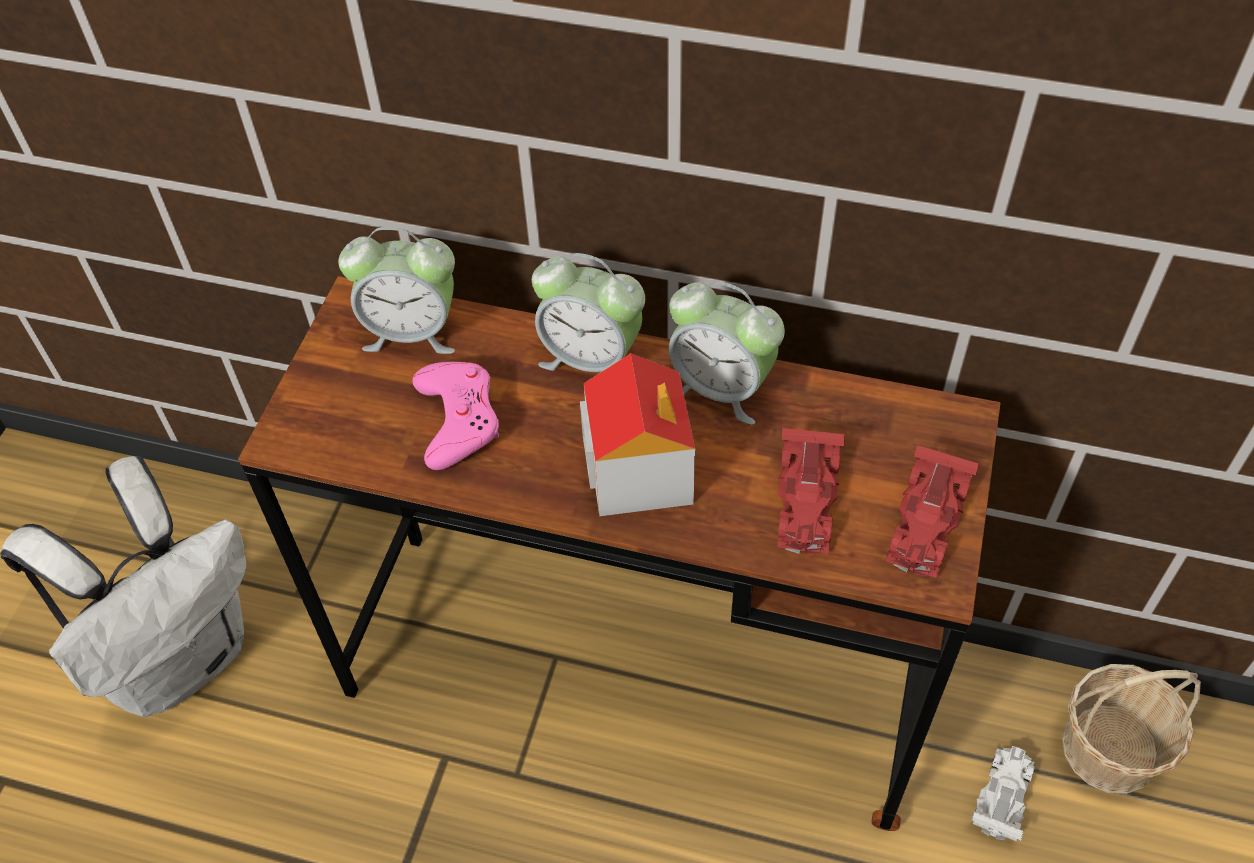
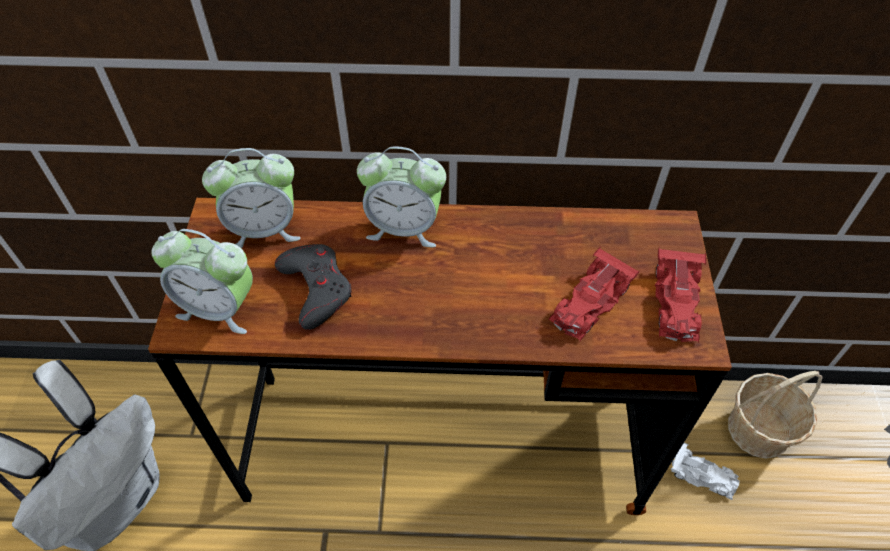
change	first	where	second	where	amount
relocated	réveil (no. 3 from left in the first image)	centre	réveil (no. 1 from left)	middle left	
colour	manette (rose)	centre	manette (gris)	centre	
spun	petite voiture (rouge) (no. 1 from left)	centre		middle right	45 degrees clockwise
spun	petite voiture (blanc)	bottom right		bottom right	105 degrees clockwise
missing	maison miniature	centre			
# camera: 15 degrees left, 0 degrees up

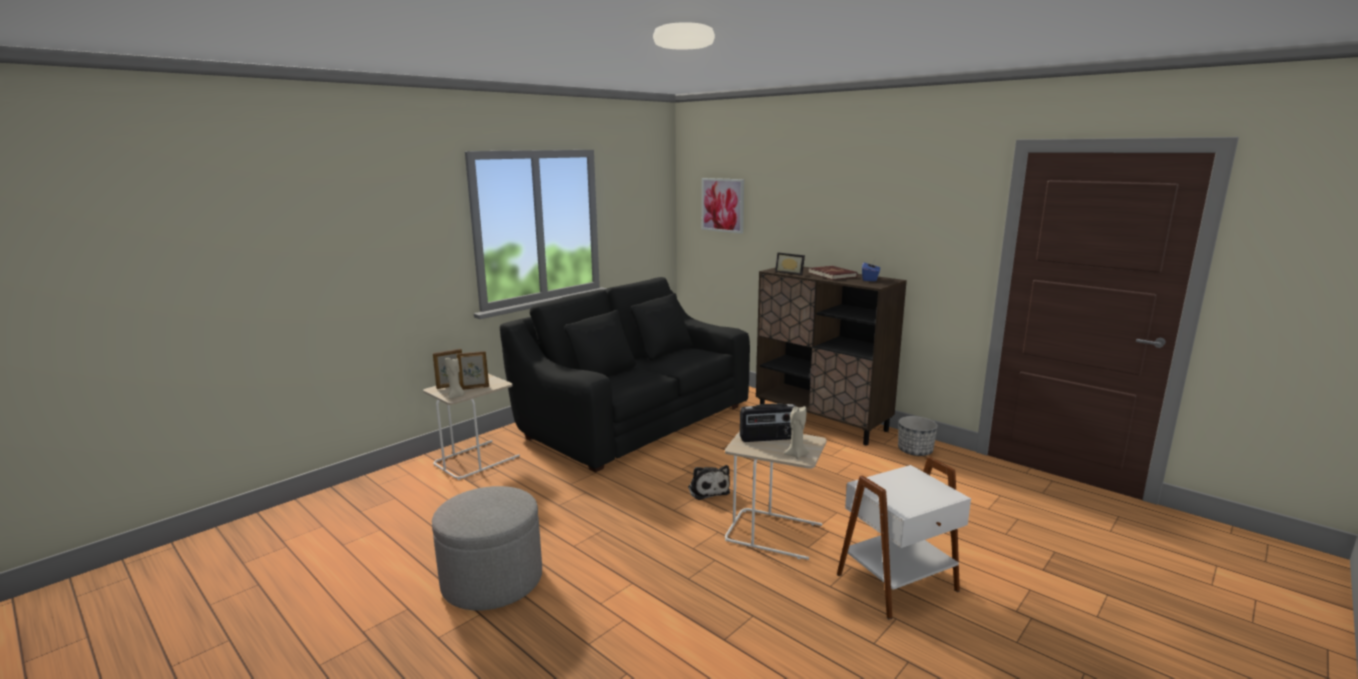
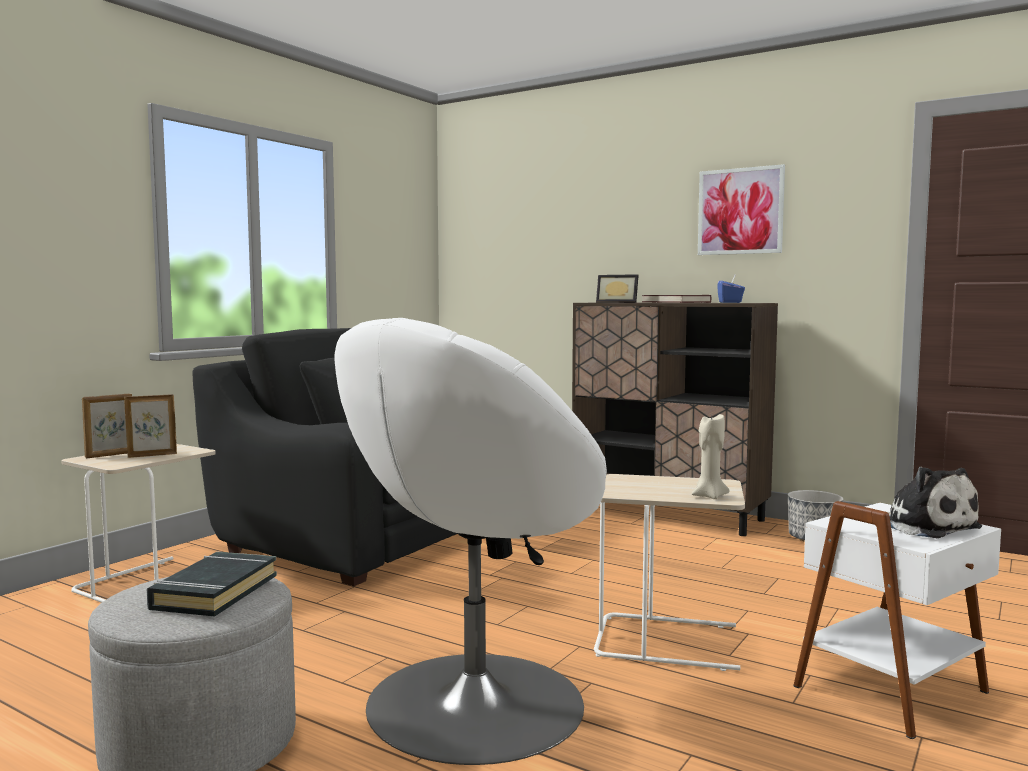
change	first	where	second	where	amount
appeared			livre (noir)	bottom left	
appeared			fauteuil (blanc)	bottom centre	
relocated	tableau	top centre		top right	
relocated	peluche	bottom centre		middle right	
missing	bougie (beige) (no. 1 from left)	centre			
missing	radio	centre			
# camera: 10 degrees left, 10 degrees down

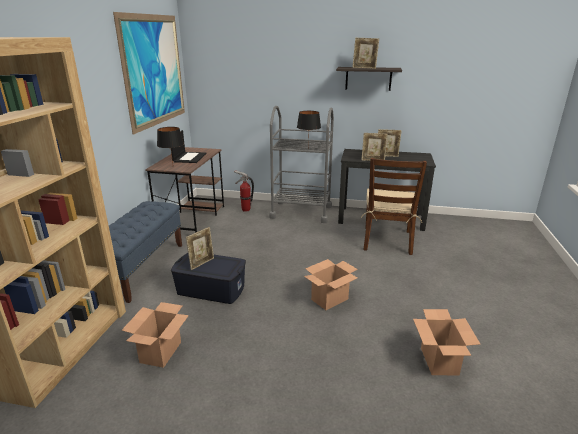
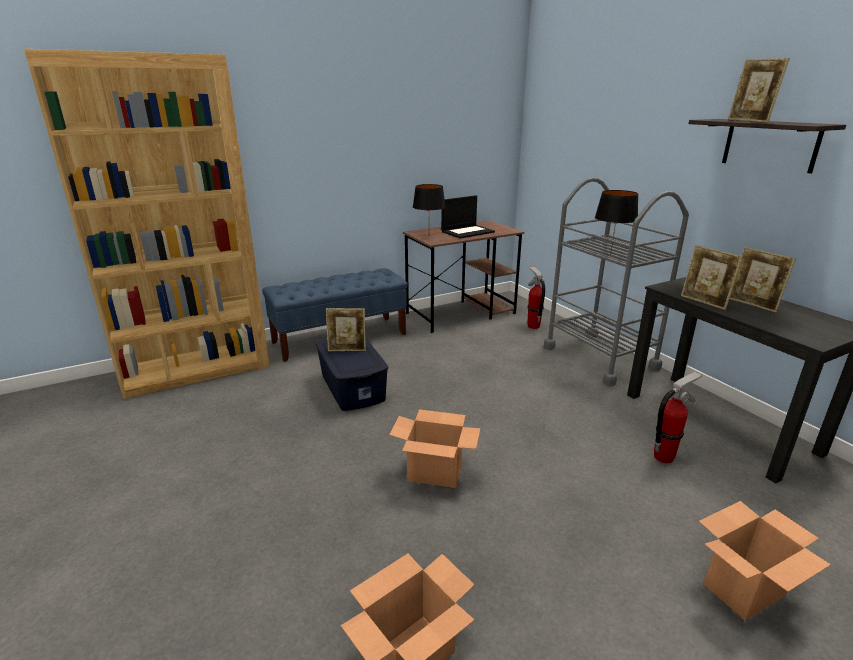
change	first	where	second	where	amount
exchanged	chaise (marron)	middle right	extincteur (no. 2 from left)	middle right	
relocated	carton (no. 1 from left in the first image)	bottom left	carton (no. 3 from left)	bottom right	
missing	tableau	top left			
# camera: 50 degrees right, 0 degrees up

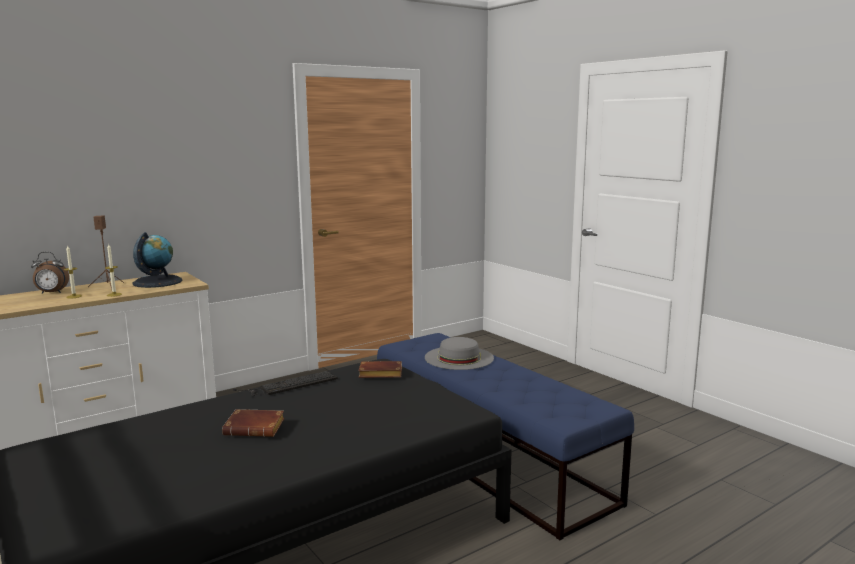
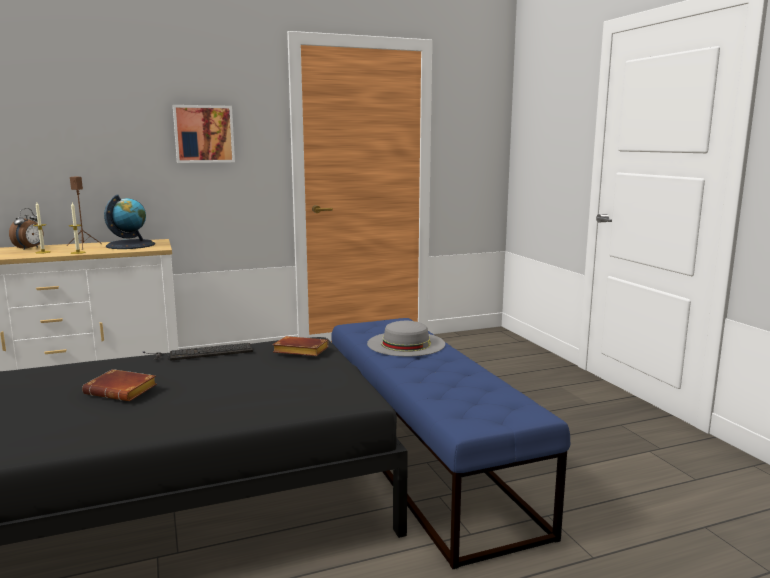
change	first	where	second	where	amount
spun	réveil	middle left		middle left	75 degrees counterclockwise
appeared			tableau	top left	
# camera: 15 degrees right, 0 degrees up

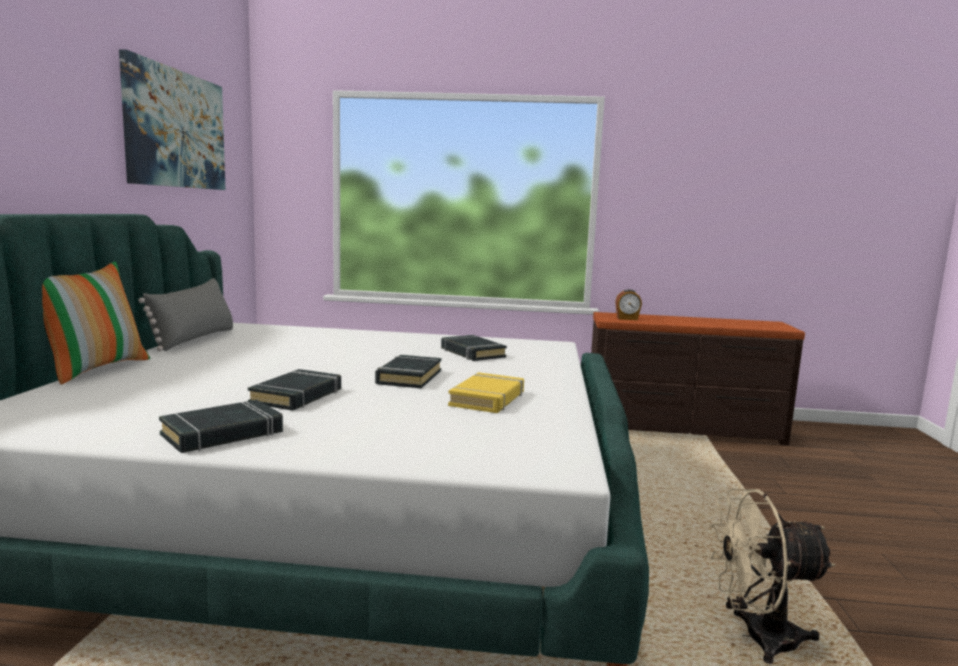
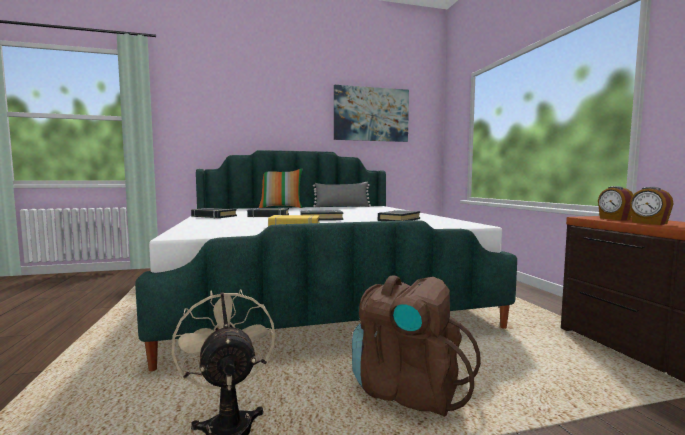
change	first	where	second	where	amount
appeared			sac à dos (marron)	bottom centre	
appeared			réveil (no. 2 from left)	middle right	
# camera: 70 degrees right, 5 degrees down

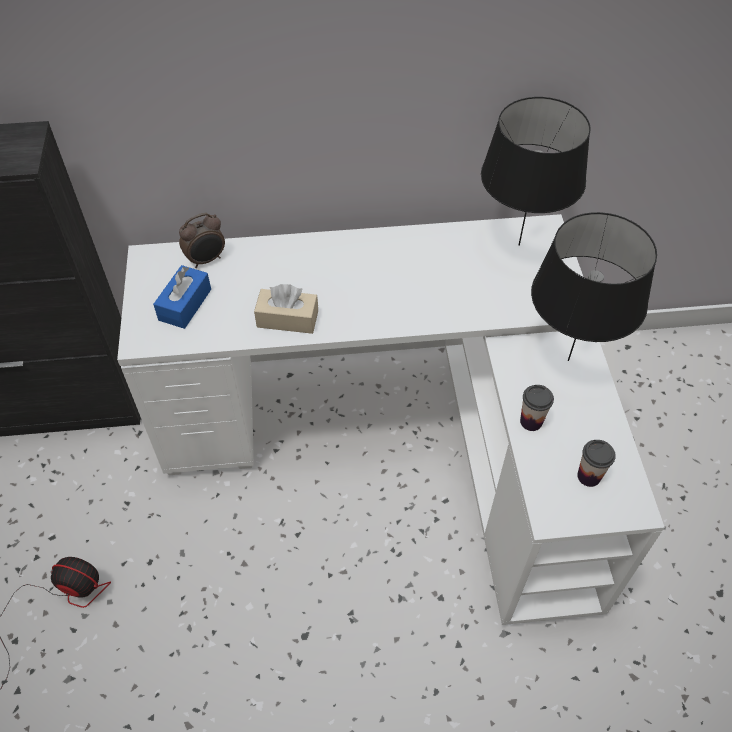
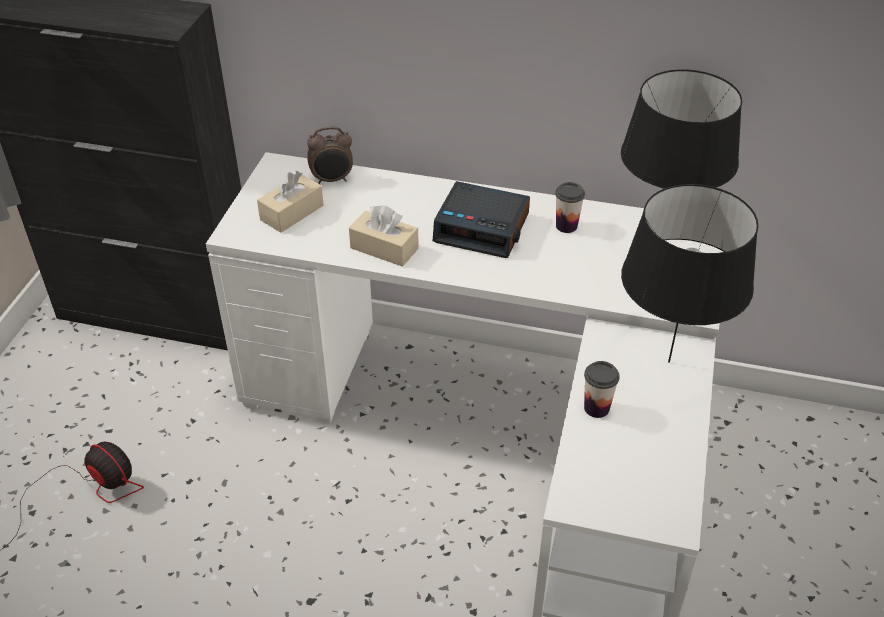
change	first	where	second	where	amount
colour	boîte à mouchoirs (bleu)	middle left	boîte à mouchoirs (beige) (no. 1 from left)	top left	
appeared			réveil (no. 2 from left)	centre	
relocated	tasse (no. 2 from left in the first image)	middle right	tasse (no. 1 from left)	centre	
# camera: 20 degrees right, 10 degrees down

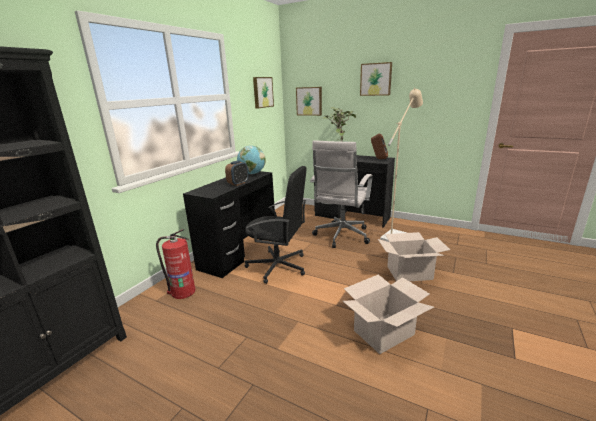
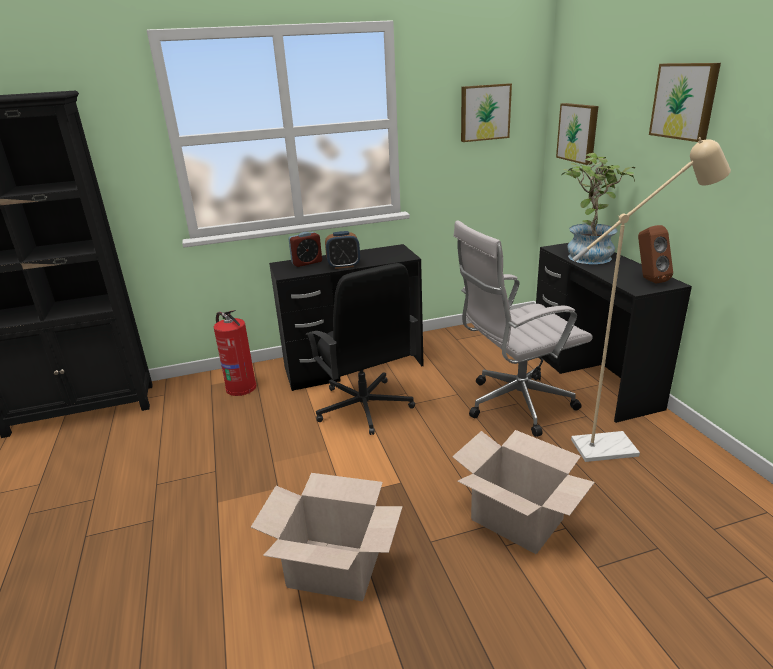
change	first	where	second	where	amount
appeared			réveil (no. 1 from left)	centre	
missing	globe	centre			
# camera: 45 degrees right, 5 degrees up

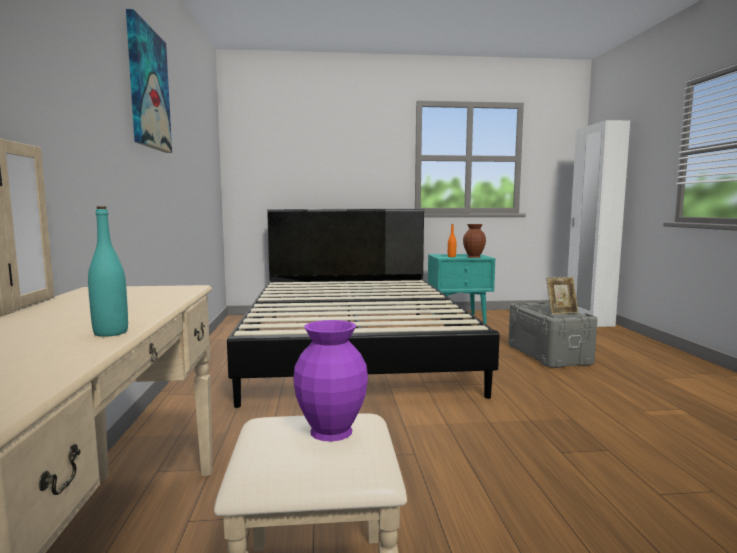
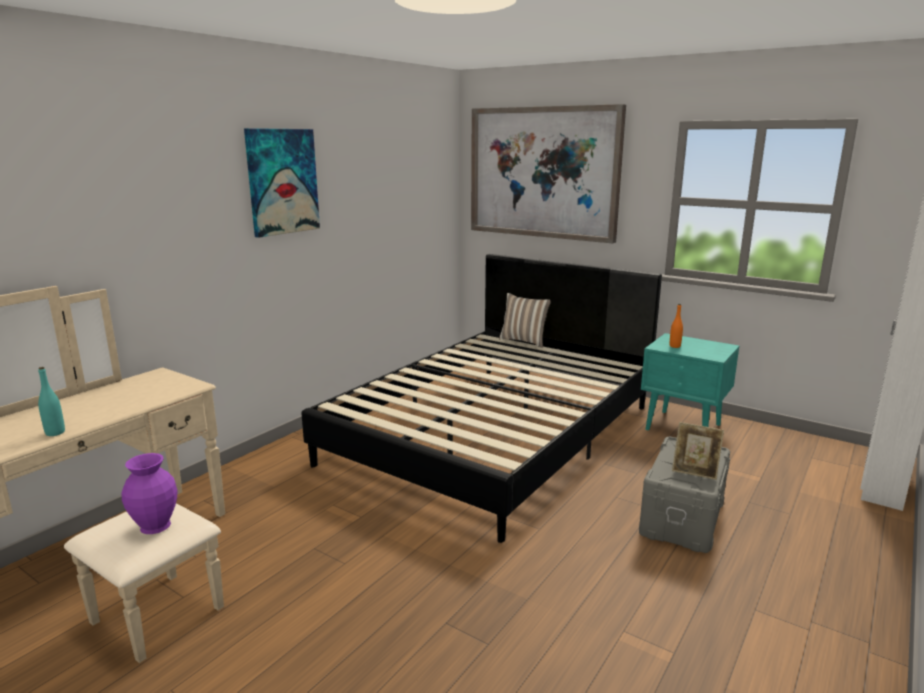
change	first	where	second	where	amount
appeared			tableau (no. 2 from left)	top centre	
appeared			coussin	centre	
missing	vase (marron)	centre			
# camera: 40 degrees right, 10 degrees up

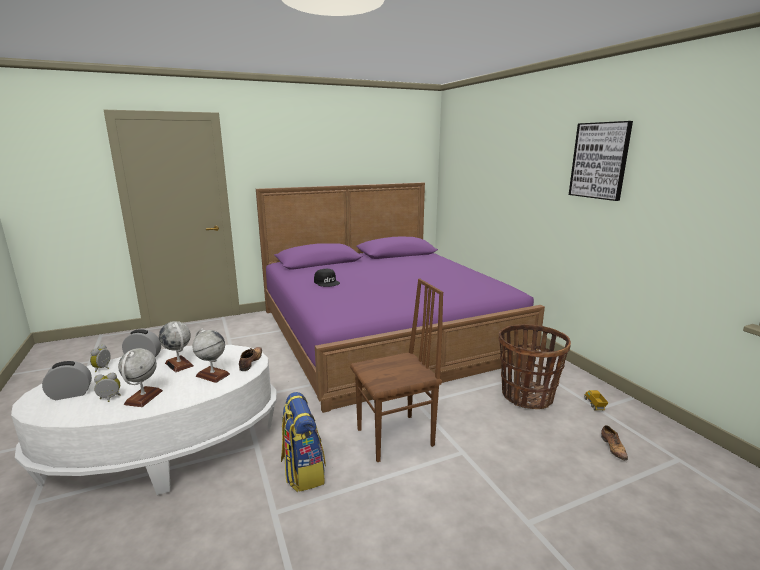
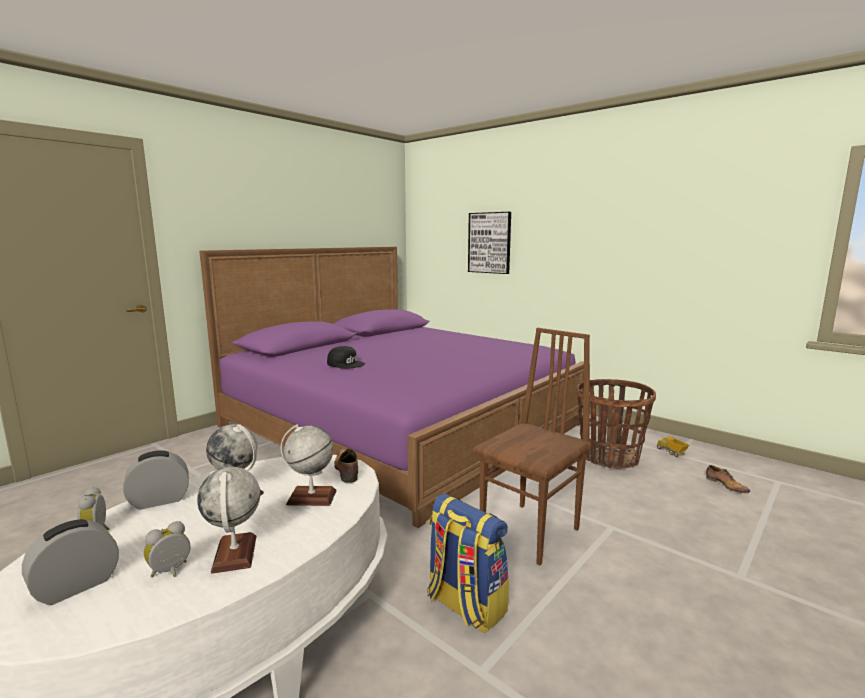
change	first	where	second	where	amount
relocated	tableau	top right		centre	
# camera: 25 degrees left, 5 degrees down

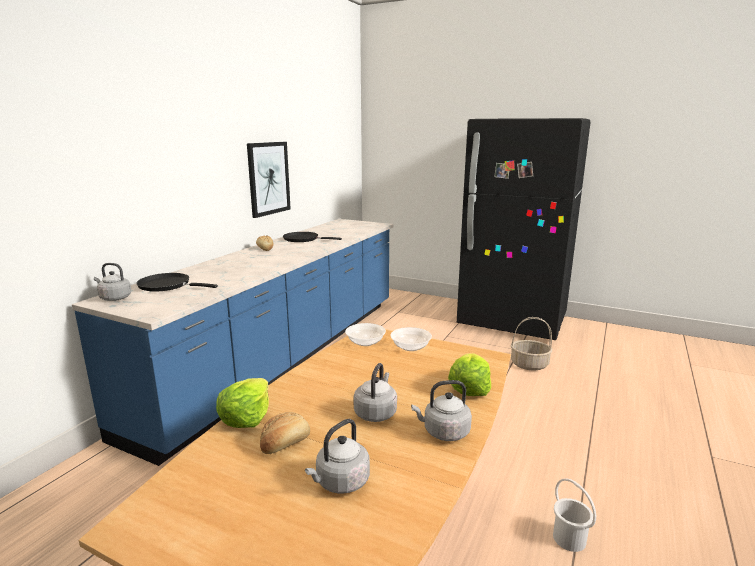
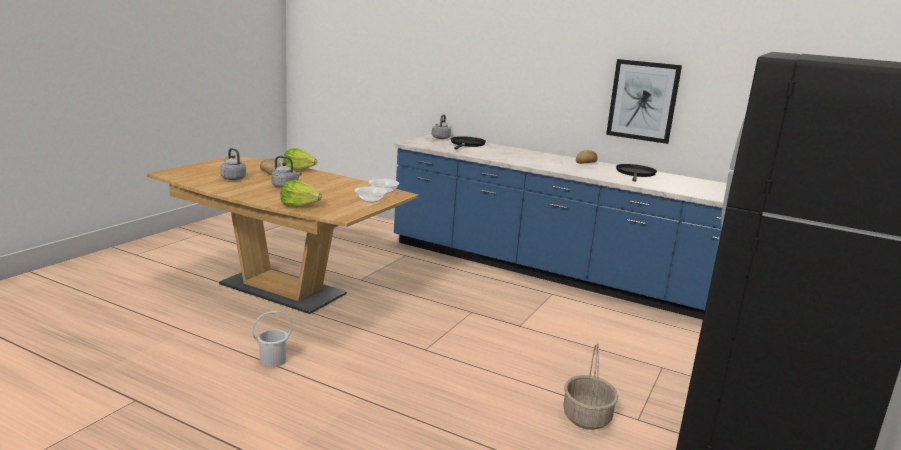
change	first	where	second	where	amount
missing	bouilloire (gris) (no. 4 from left)	bottom centre			
# camera: 90 degrees right, 0 degrees up

